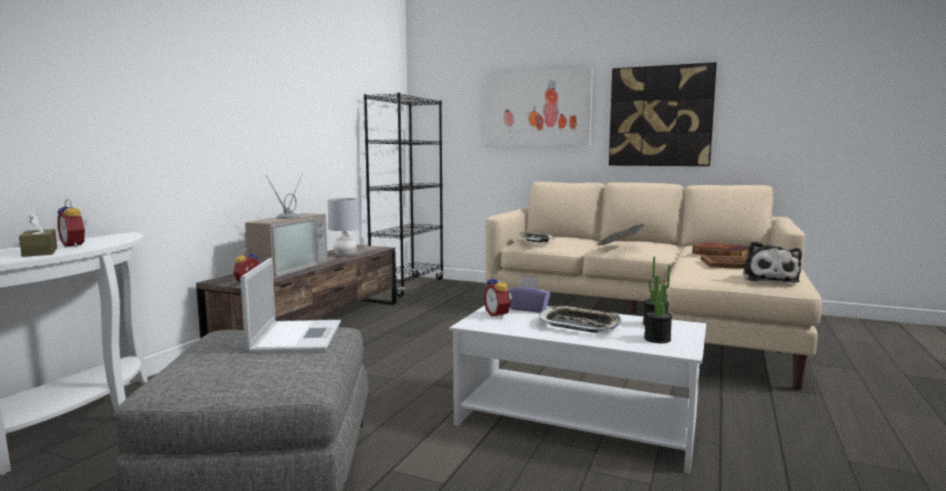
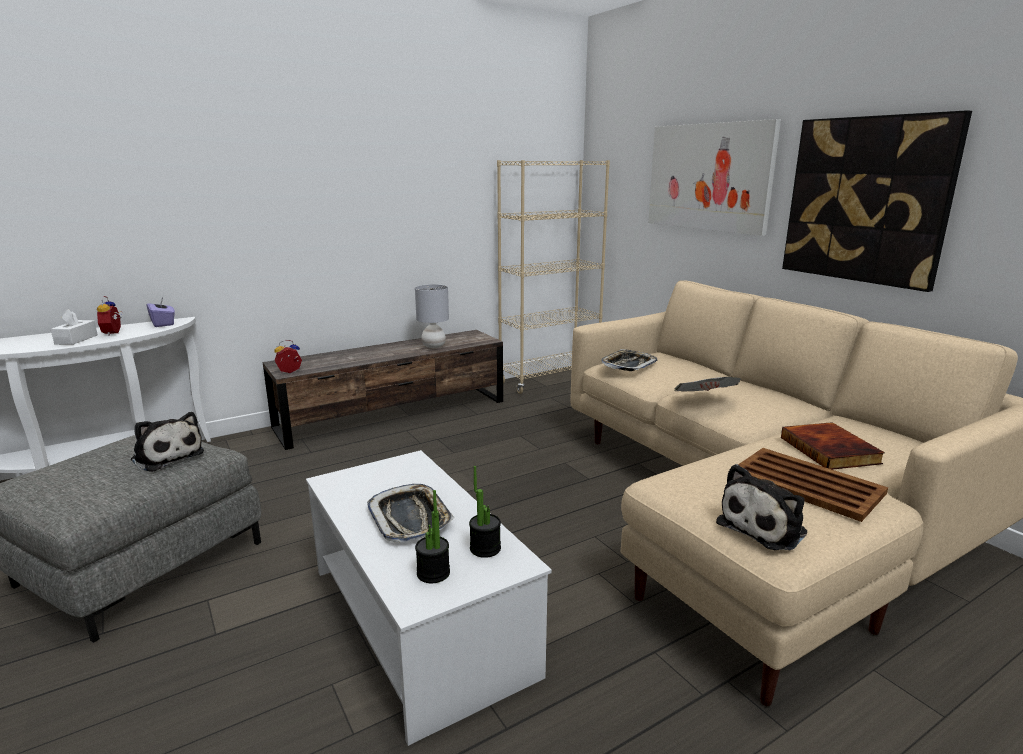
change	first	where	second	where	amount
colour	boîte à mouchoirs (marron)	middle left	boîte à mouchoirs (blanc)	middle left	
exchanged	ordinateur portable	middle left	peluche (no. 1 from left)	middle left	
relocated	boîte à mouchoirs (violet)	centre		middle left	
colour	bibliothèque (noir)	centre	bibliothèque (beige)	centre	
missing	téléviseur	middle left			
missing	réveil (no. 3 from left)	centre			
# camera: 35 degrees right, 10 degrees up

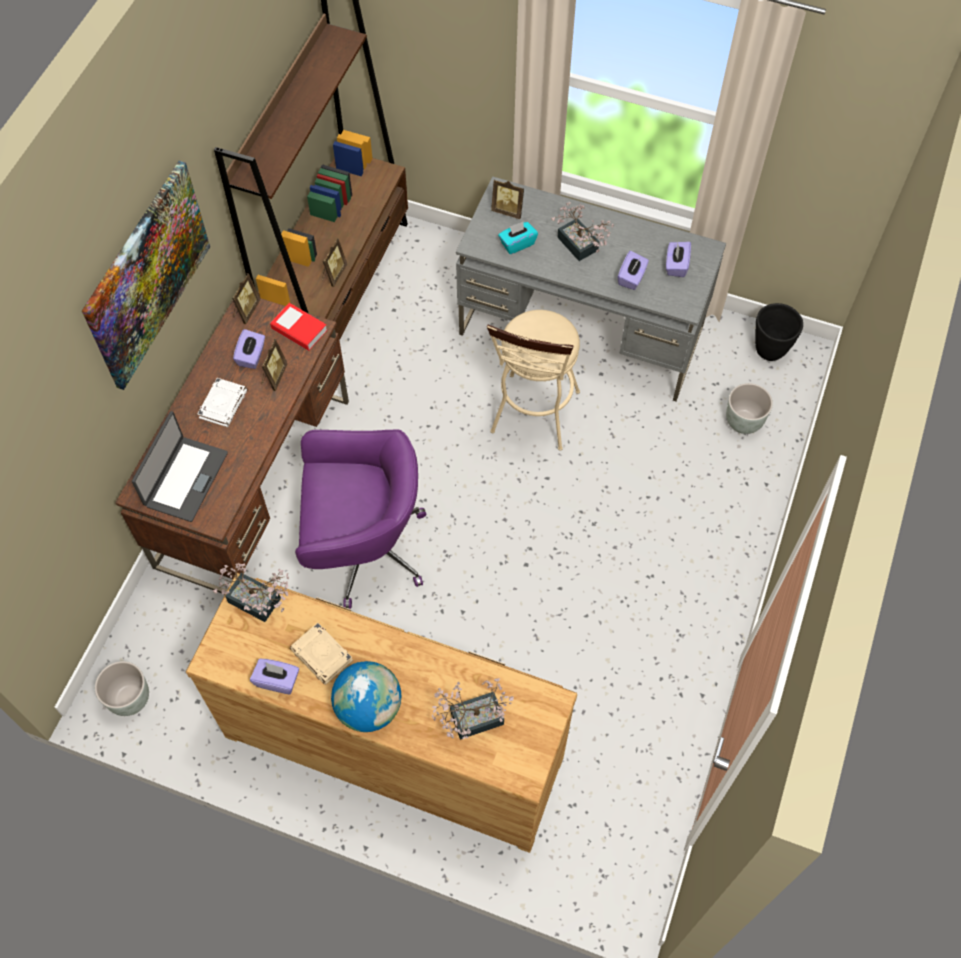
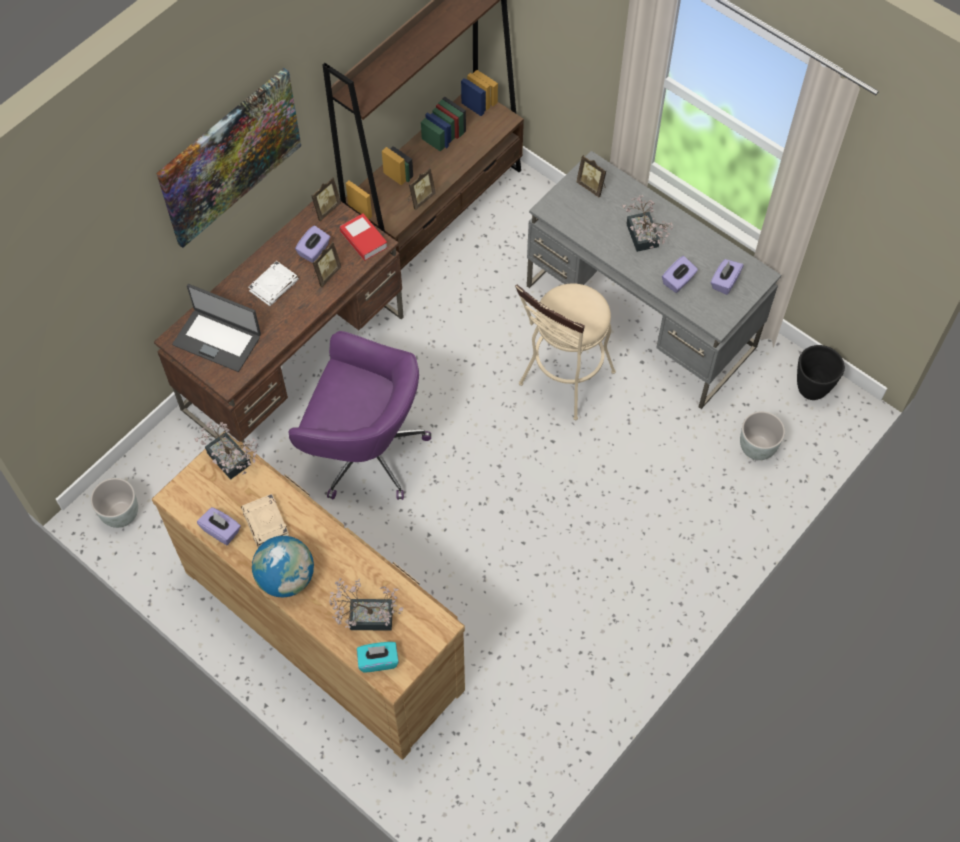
change	first	where	second	where	amount
spun	ordinateur portable	middle left		middle left	75 degrees clockwise
relocated	boîte à mouchoirs (turquoise)	top centre		bottom centre	
# camera: 20 degrees right, 0 degrees up

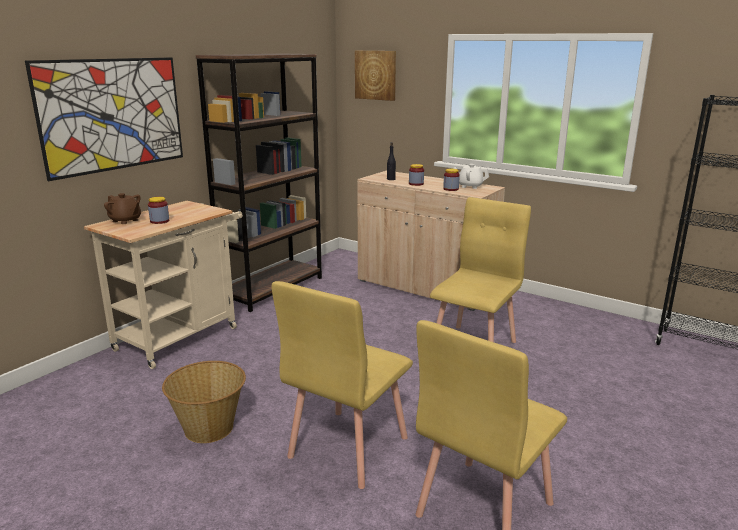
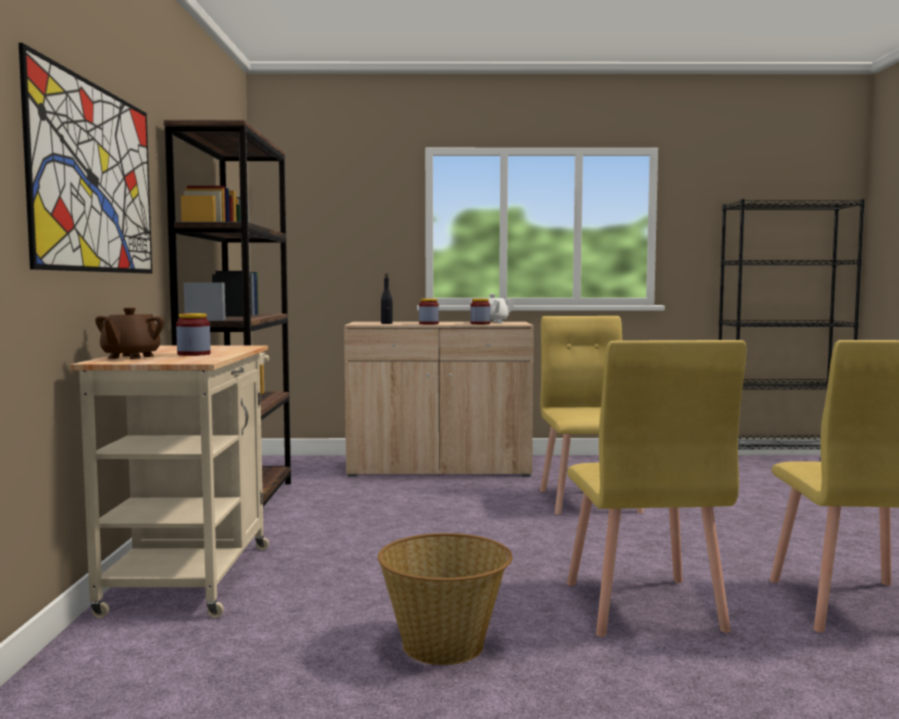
change	first	where	second	where	amount
spun	théière (marron)	middle left		middle left	105 degrees clockwise
missing	tableau (no. 2 from left)	top centre			
# camera: 35 degrees left, 15 degrees down

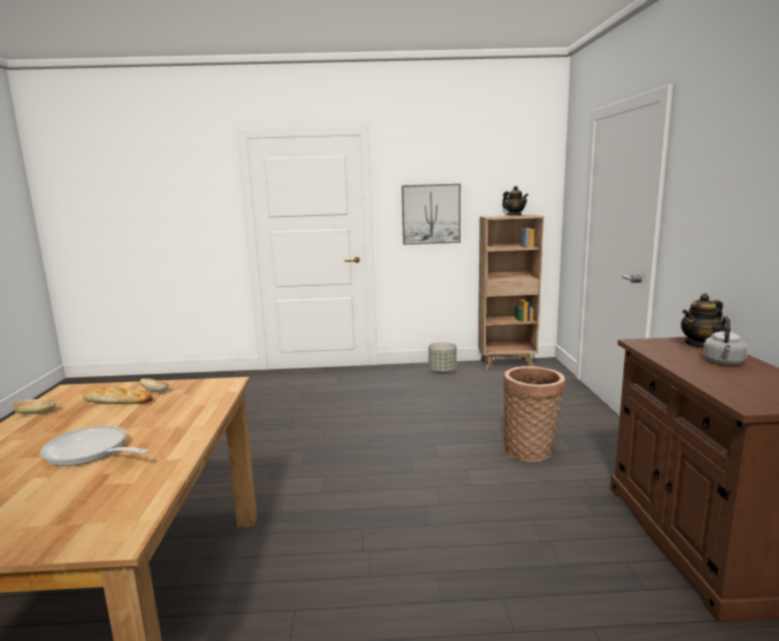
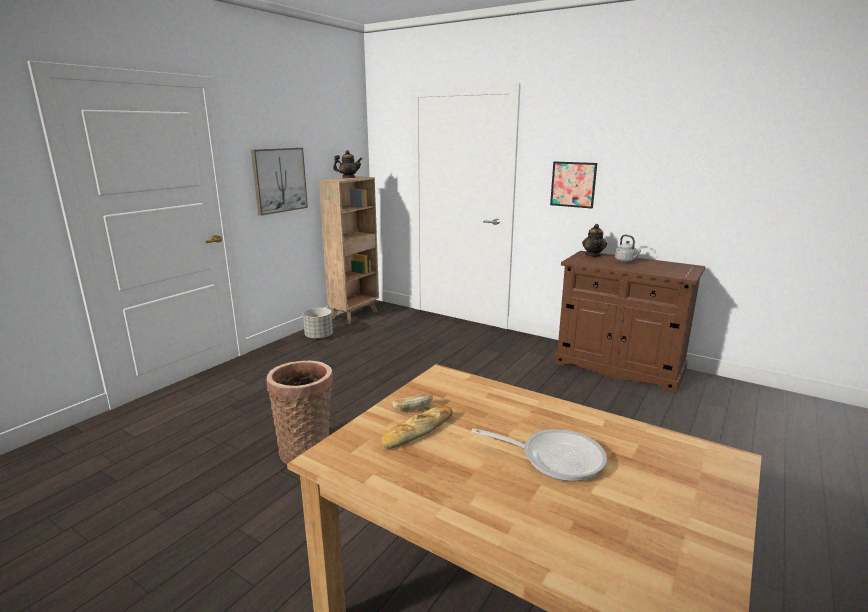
change	first	where	second	where	amount
relocated	panier	middle right		bottom centre	
spun	poêle	bottom left		bottom centre	135 degrees counterclockwise
appeared			tableau (no. 2 from left)	top centre	
missing	pain (no. 1 from left)	middle left			
# camera: 55 degrees left, 5 degrees up

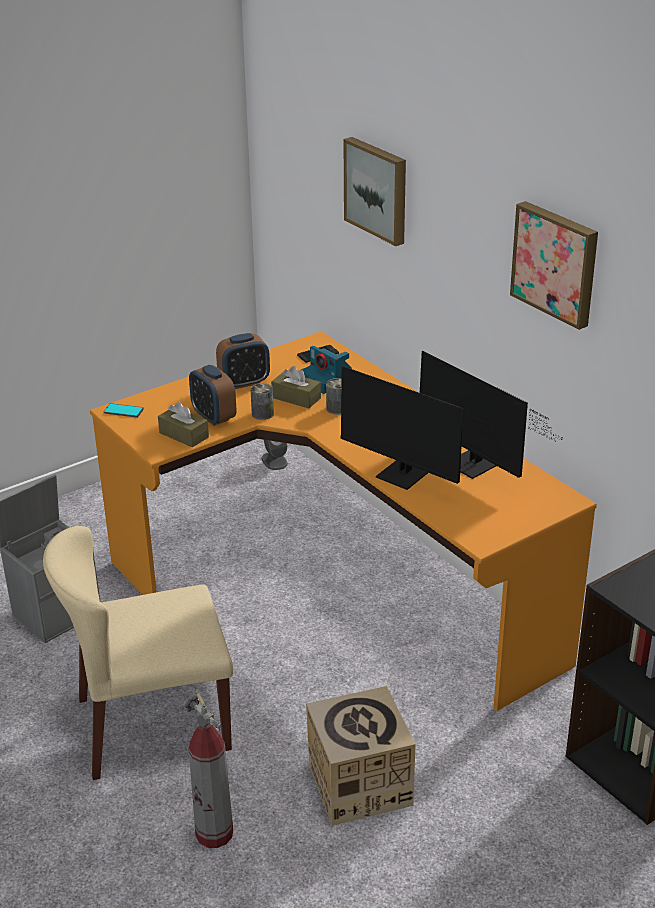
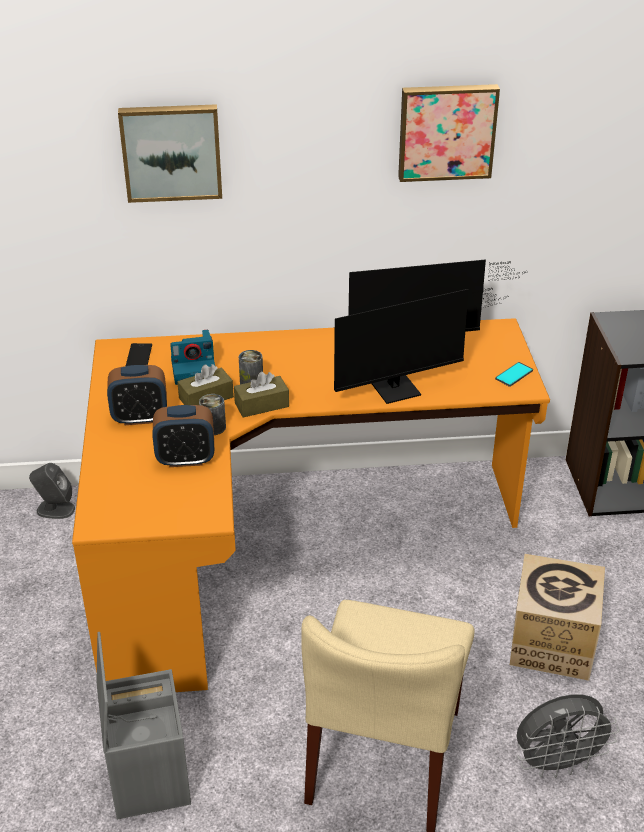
change	first	where	second	where	amount
spun	réveil (no. 2 from left in the first image)	centre	réveil (no. 1 from left)	middle left	75 degrees clockwise
relocated	boîte à mouchoirs (marron) (no. 1 from left in the first image)	middle left	boîte à mouchoirs (marron) (no. 2 from left)	centre	
relocated	téléphone (no. 1 from left in the first image)	middle left	téléphone (no. 2 from left)	middle right	
exchanged	extincteur	bottom left	ventilateur (gris)	bottom right	
# camera: 60 degrees left, 5 degrees up

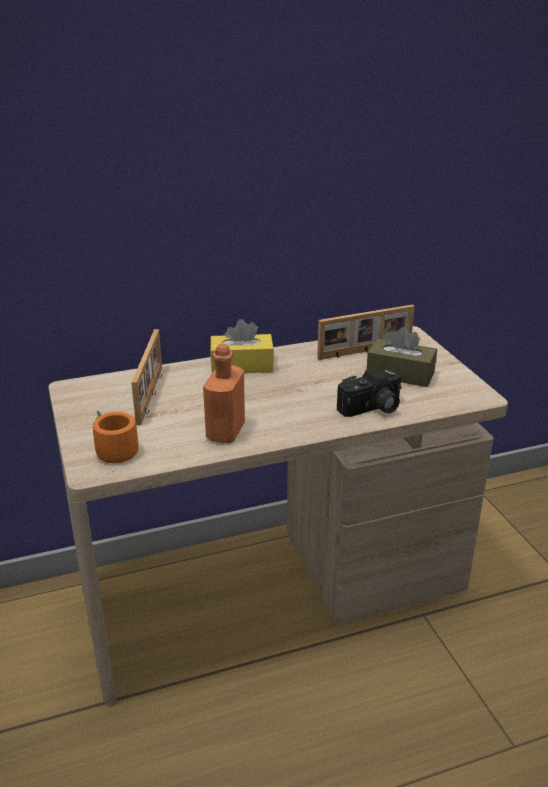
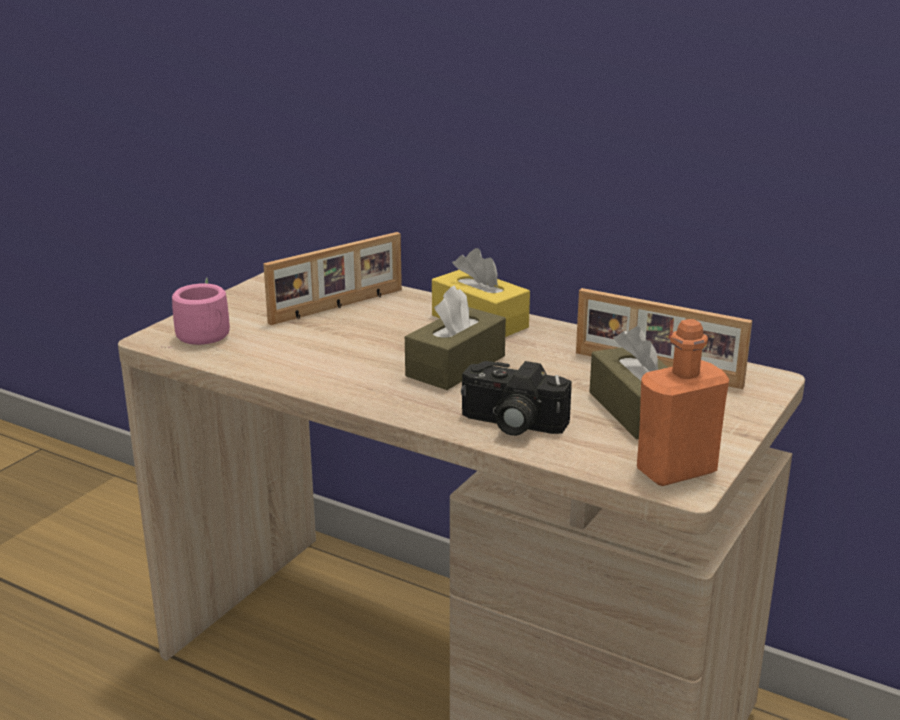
change	first	where	second	where	amount
colour	mug (orange)	middle left	mug (rose)	middle left	
appeared			boîte à mouchoirs (marron) (no. 1 from left)	centre	
relocated	bouteille (orange)	centre		middle right	
# camera: 50 degrees right, 5 degrees down

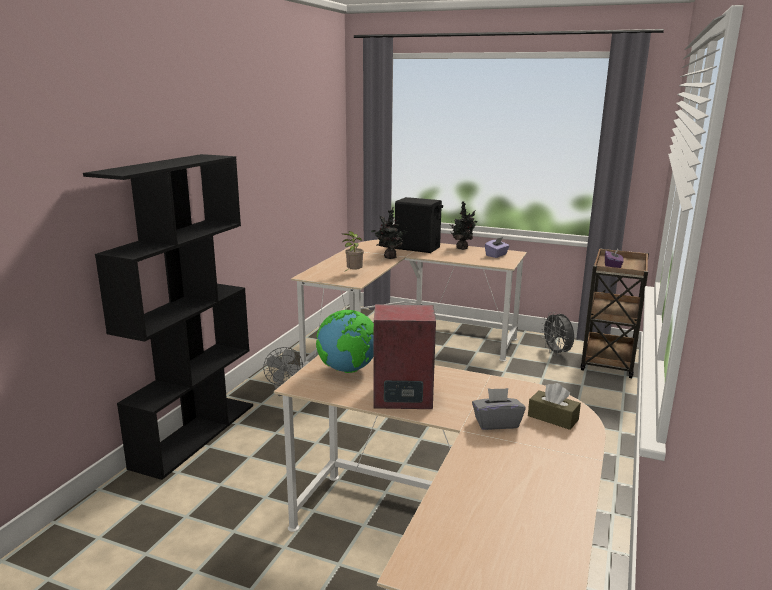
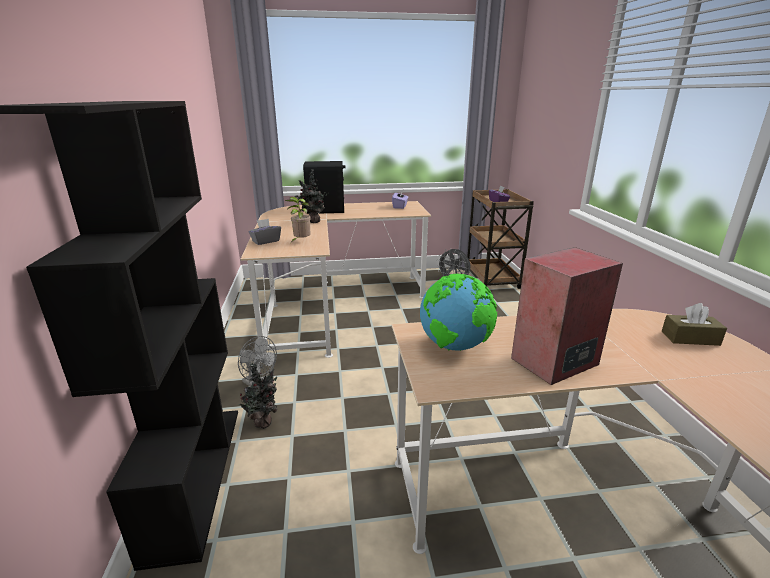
change	first	where	second	where	amount
relocated	plante en pot (no. 3 from left in the first image)	centre	plante en pot (no. 1 from left)	bottom centre	
relocated	boîte à mouchoirs (gris)	bottom centre		centre	
# camera: 30 degrees left, 5 degrees up

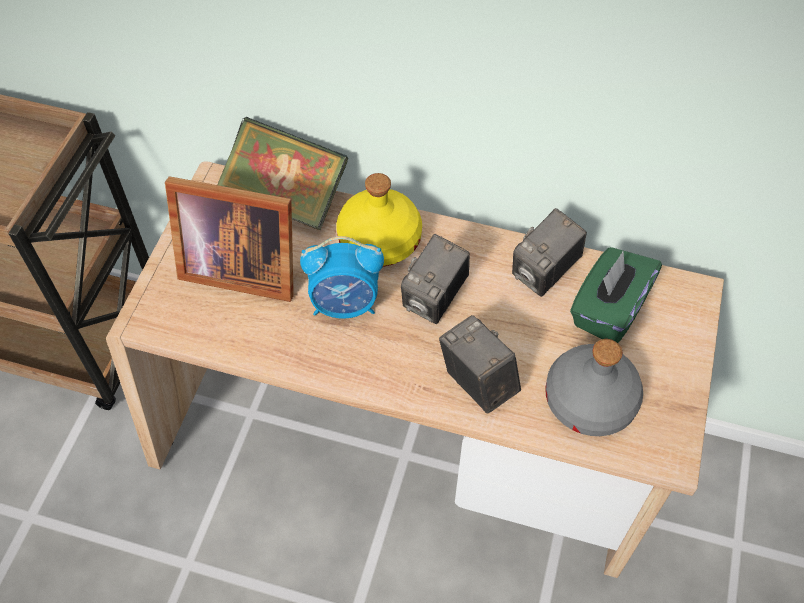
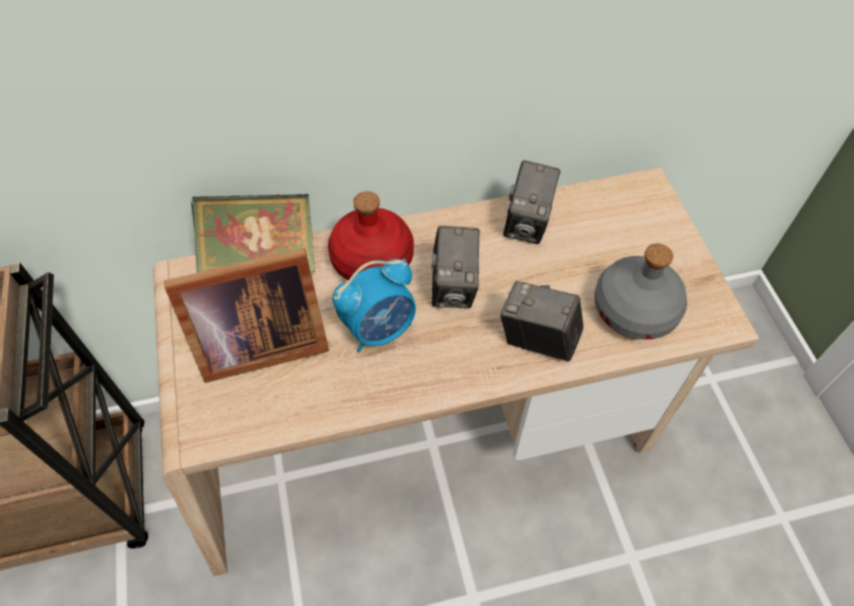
change	first	where	second	where	amount
colour	bouteille (jaune)	centre	bouteille (rouge)	centre	
missing	boîte à mouchoirs (vert)	middle right			
# camera: 30 degrees left, 0 degrees up

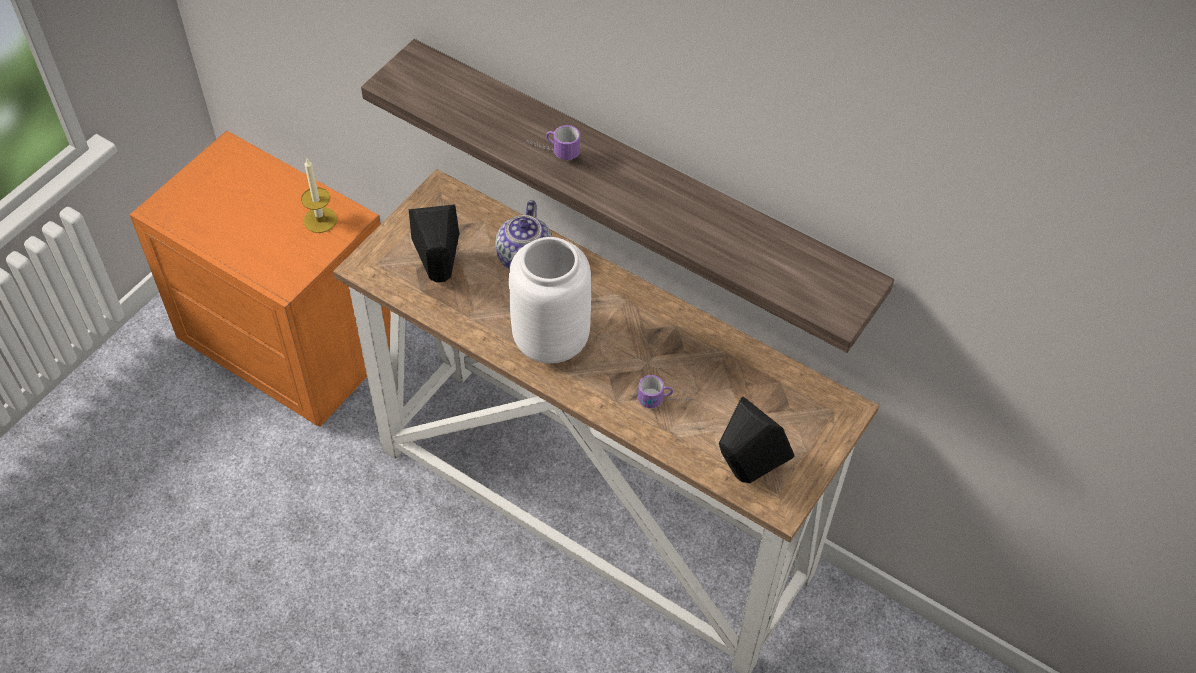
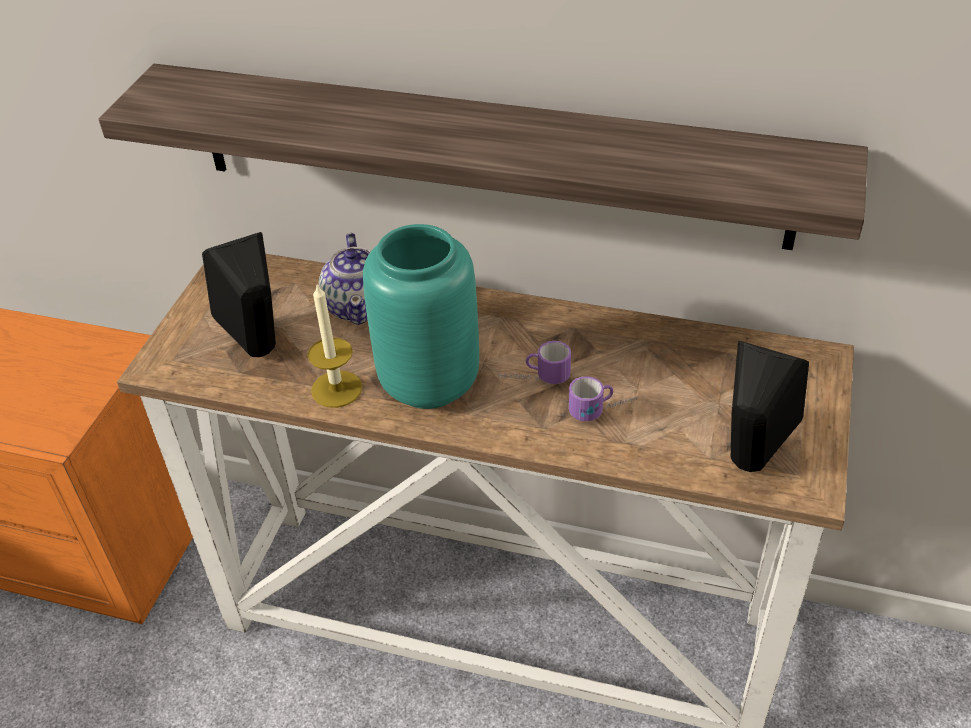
change	first	where	second	where	amount
relocated	bougie	top left		centre	
colour	vase (blanc)	centre	vase (turquoise)	centre	
relocated	mug (no. 1 from left)	top centre		centre	
# camera: 15 degrees left, 10 degrees down

